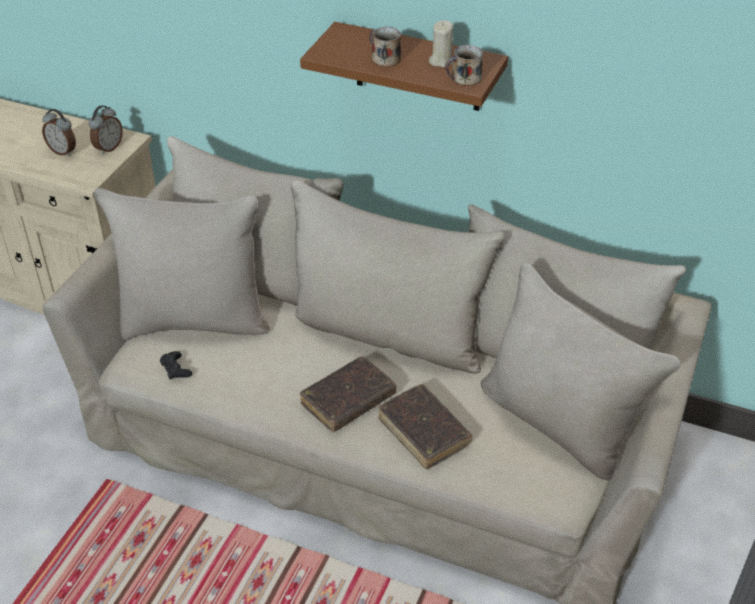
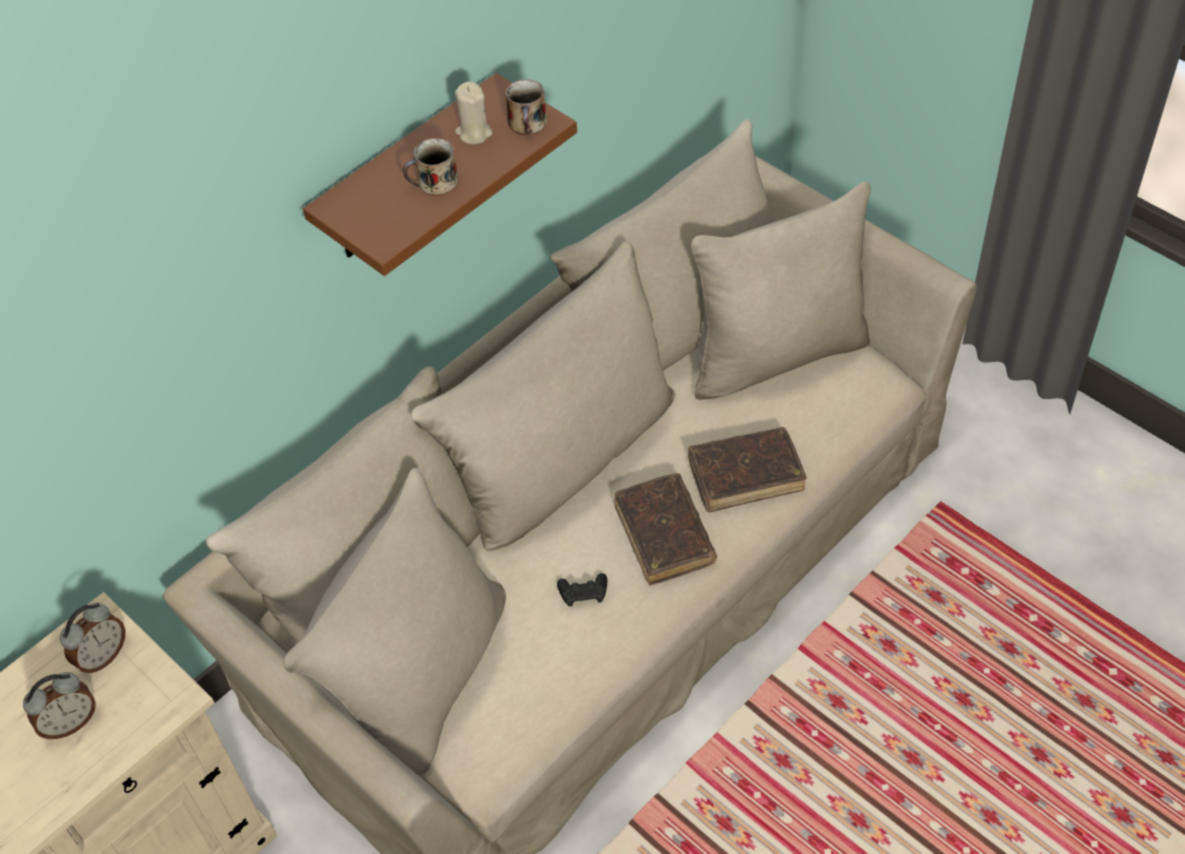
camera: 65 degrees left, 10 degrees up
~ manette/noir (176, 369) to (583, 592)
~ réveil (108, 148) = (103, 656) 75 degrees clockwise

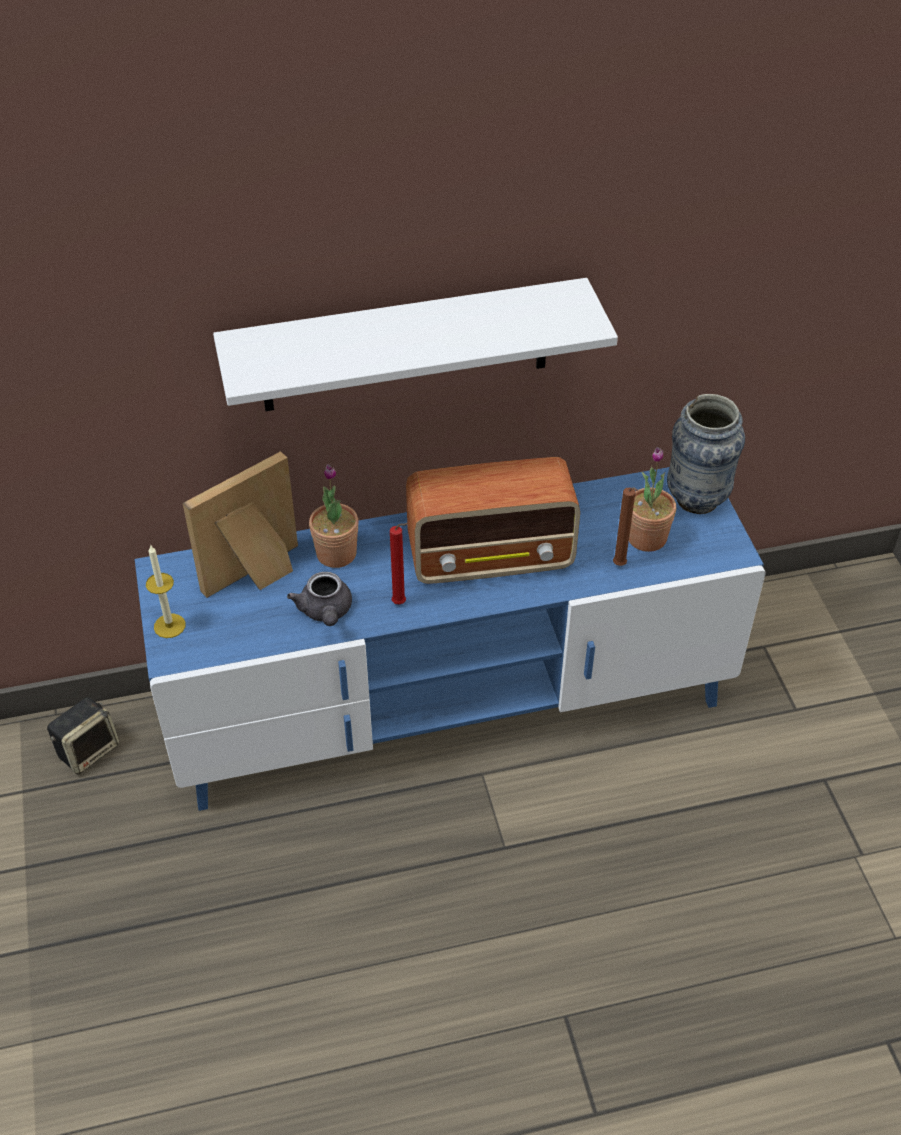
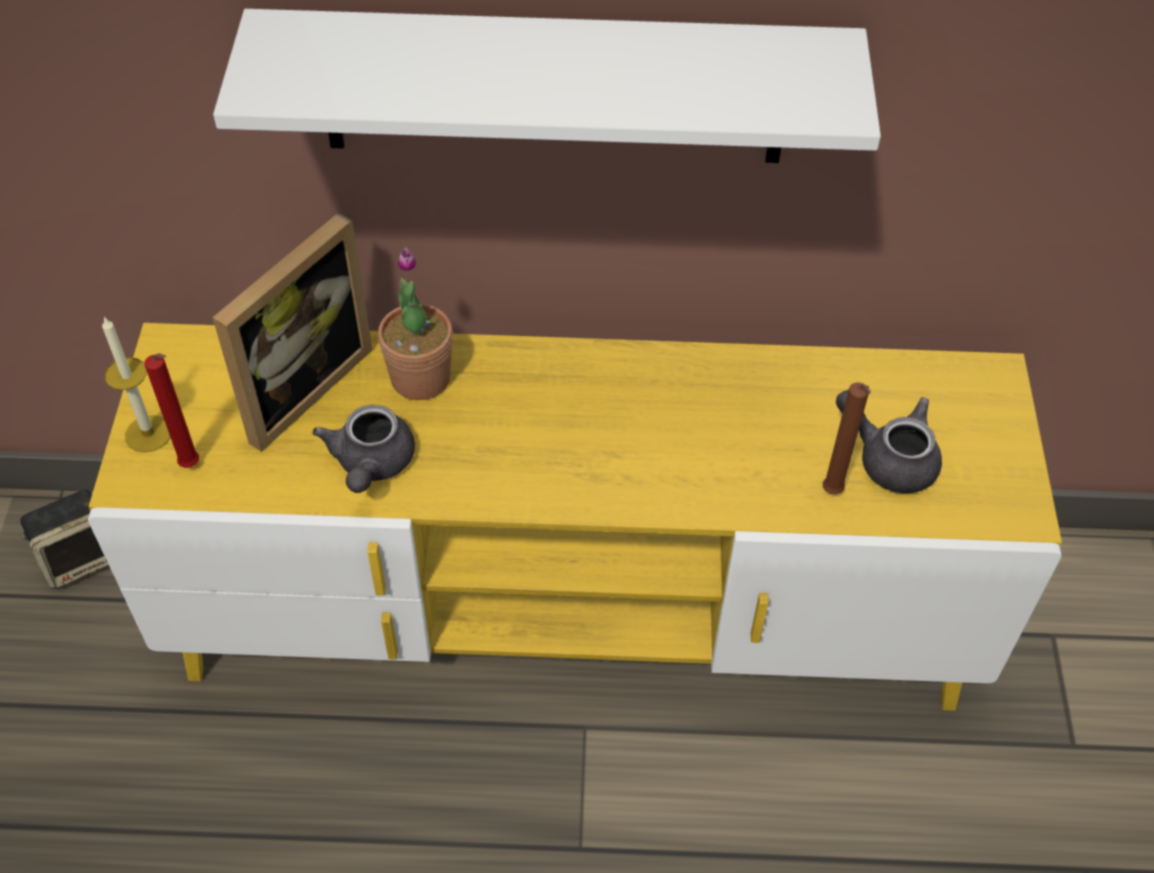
camera: 15 degrees right, 5 degrees up
- radio (492, 557)
- vase (696, 499)
~ bougie/rouge (401, 603) to (193, 466)
~ plante en pot (646, 538) to théière/gris (888, 457)
~ meuble télé/bleu (450, 705) to meuble télé/jaune (574, 613)
~ cadre photo (257, 576) = (297, 386) 150 degrees clockwise

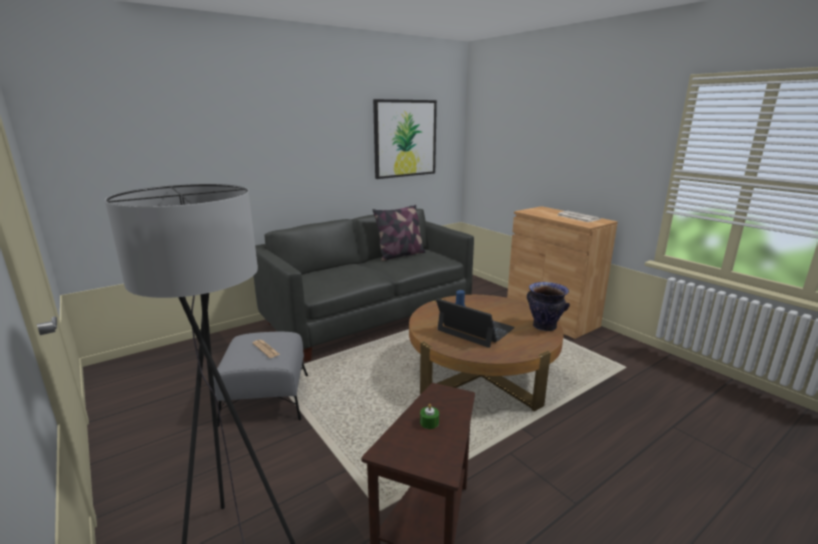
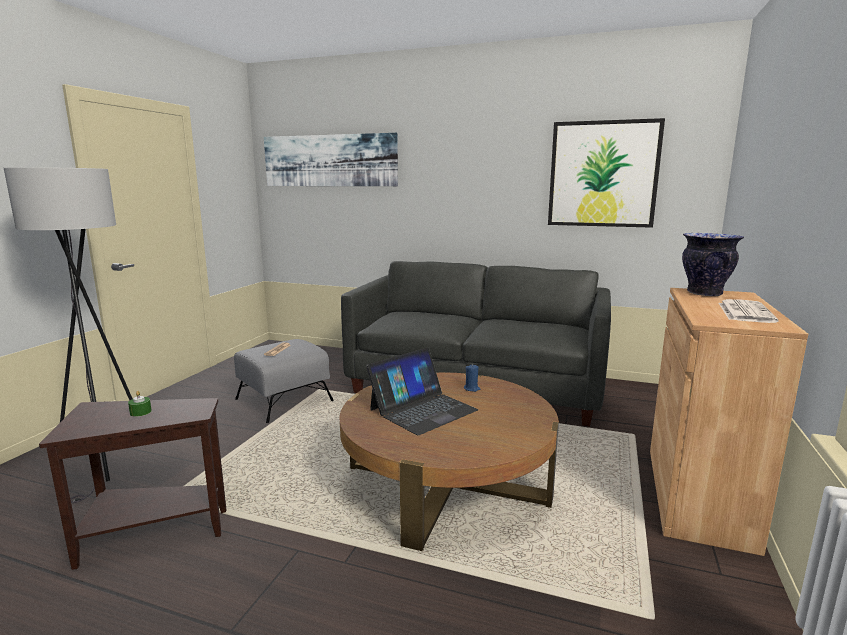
camera: 55 degrees right, 5 degrees down
- coussin (400, 255)
+ tableau (329, 160)
~ vase (544, 326) to (705, 293)
~ ordinateur portable (475, 329) = (423, 409) 45 degrees clockwise

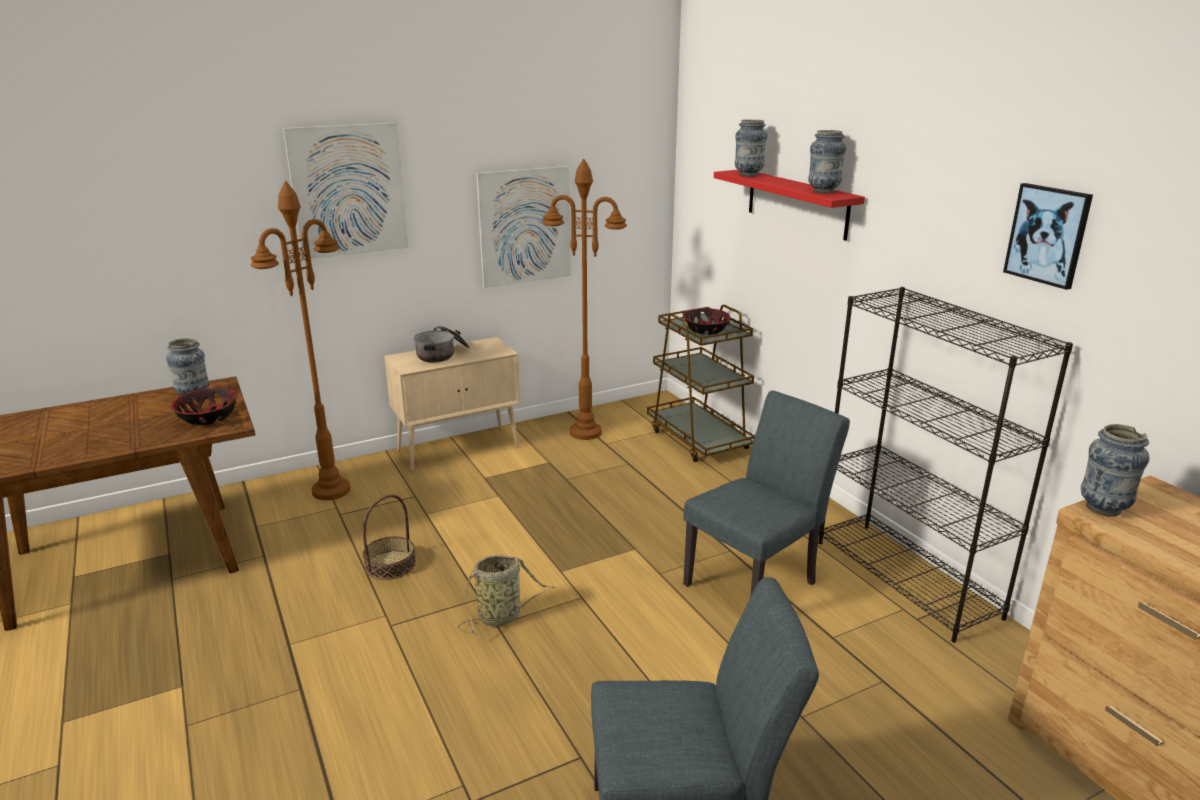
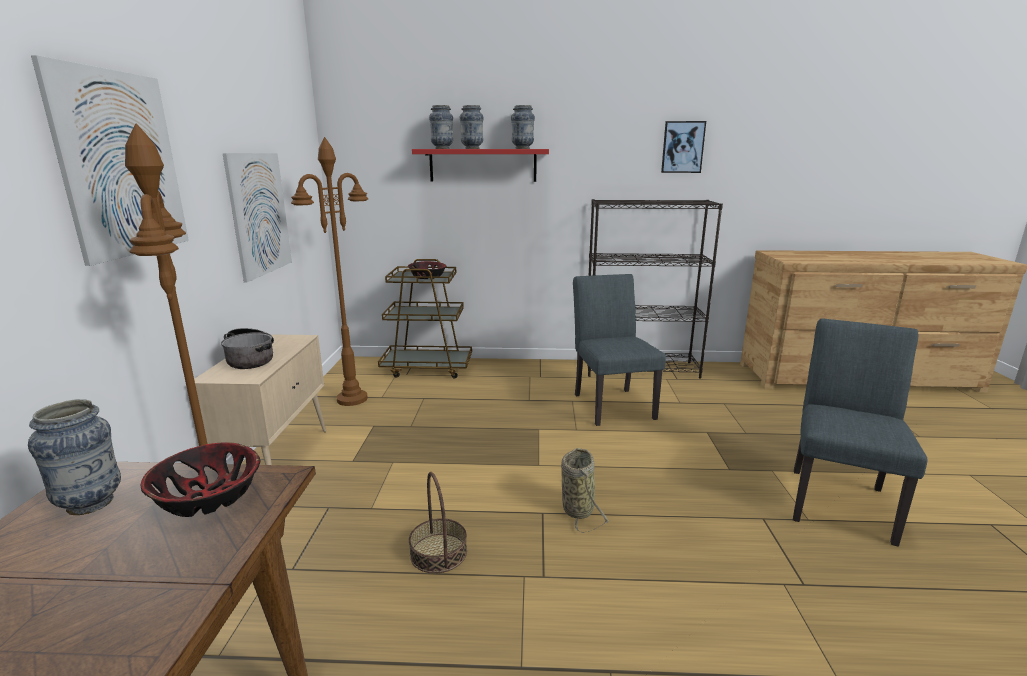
camera: 60 degrees left, 5 degrees down
~ vase (1103, 508) to (472, 148)

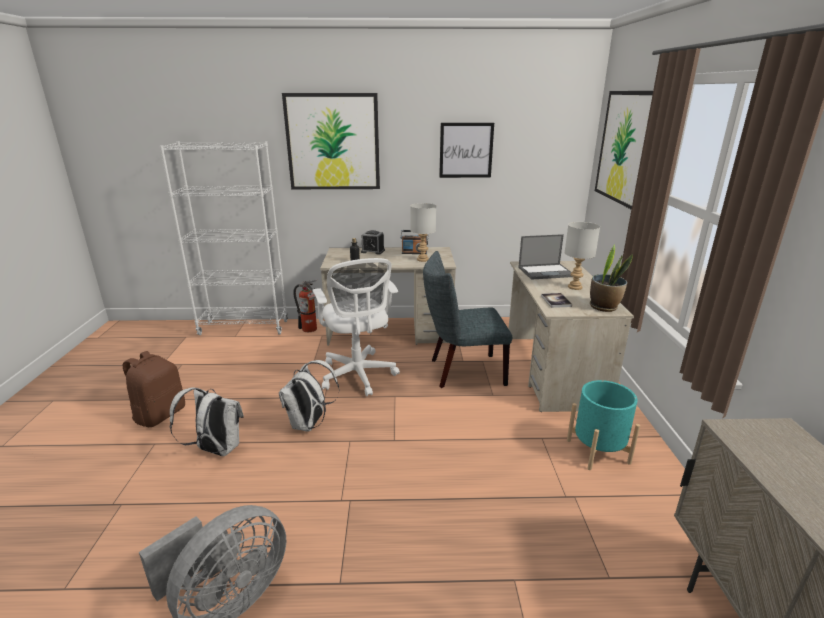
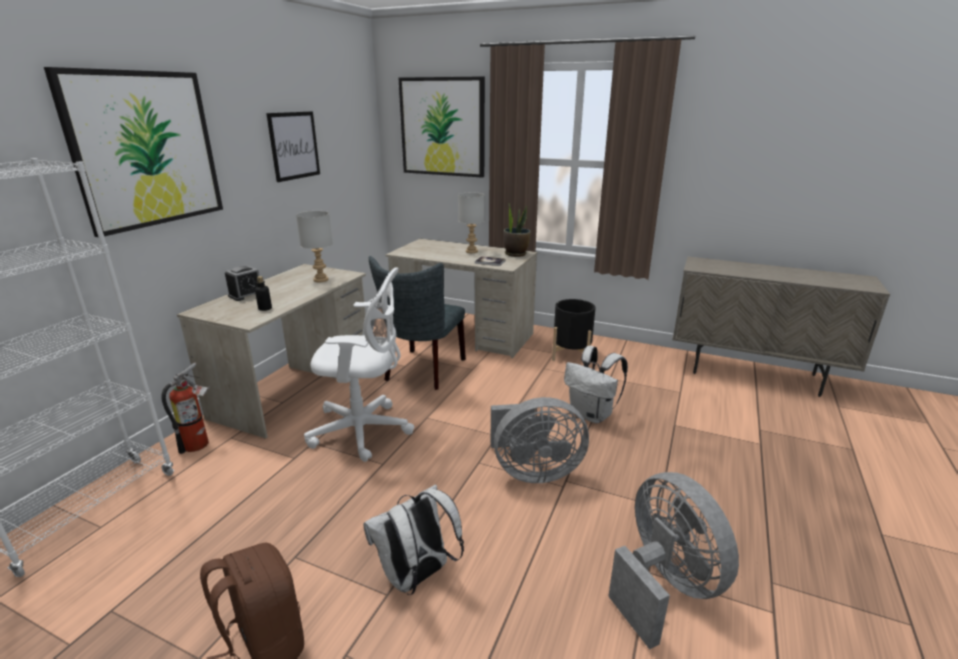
camera: 65 degrees left, 0 degrees up
- radio (414, 253)
- ordinateur portable (546, 272)
+ ventilateur/gris (533, 471)
~ sac à dos/blanc (309, 424) to (592, 415)
~ cache-pot/turquoise (598, 451) to cache-pot/noir (571, 354)

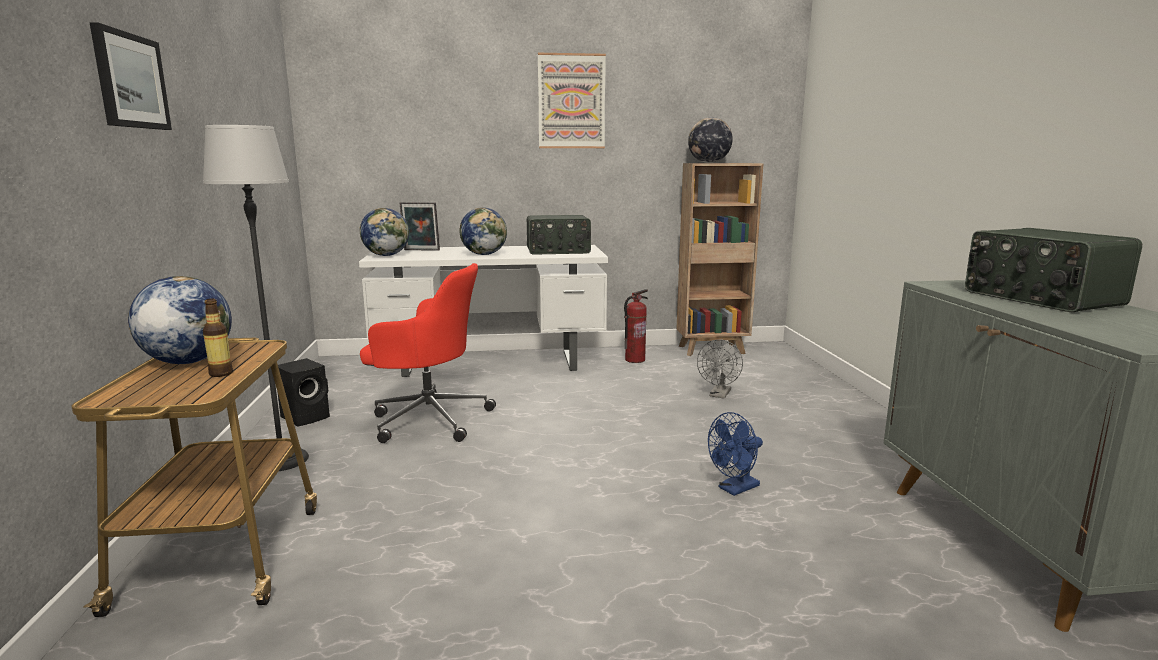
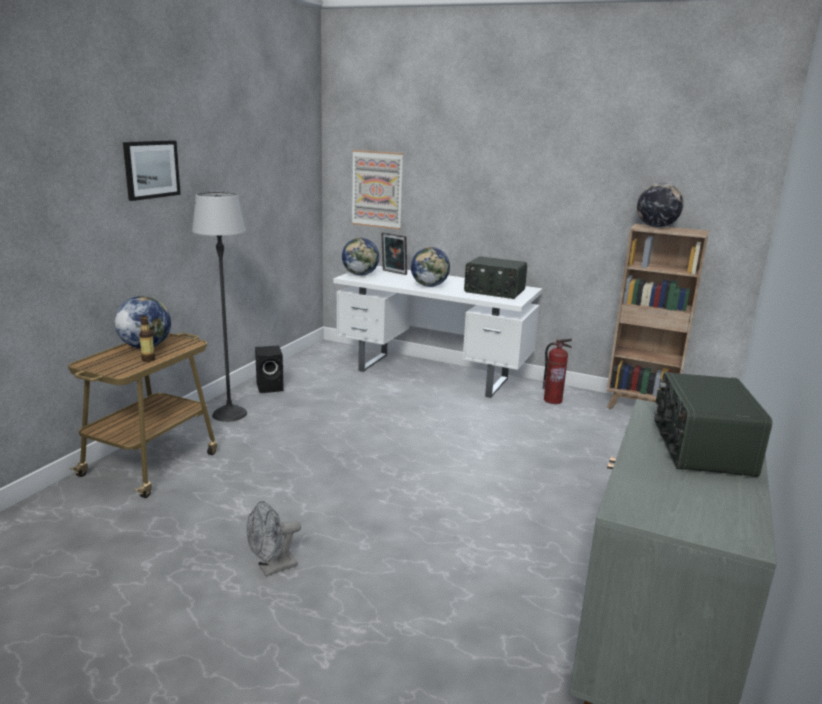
camera: 30 degrees right, 5 degrees up
- chaise de bureau/rouge (428, 419)
- ventilateur/bleu (734, 489)
~ tableau (571, 101) to (377, 189)
~ ventilateur/gris (719, 395) to (272, 568)

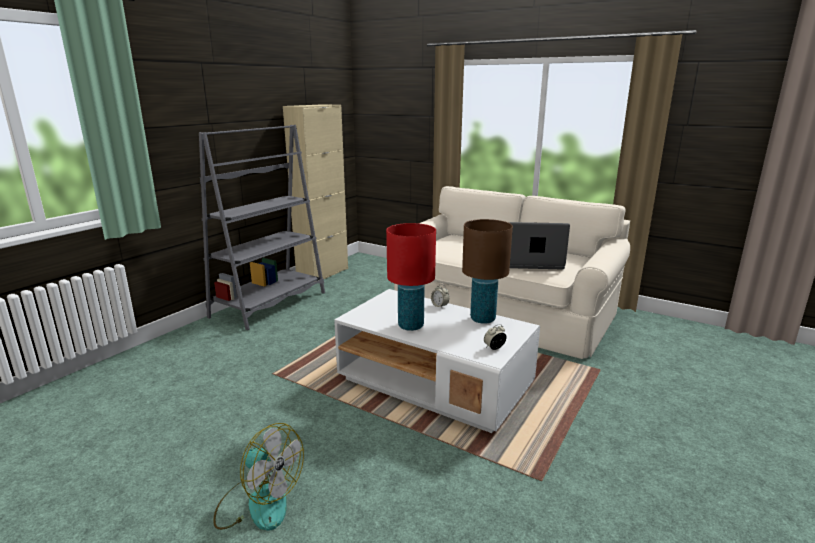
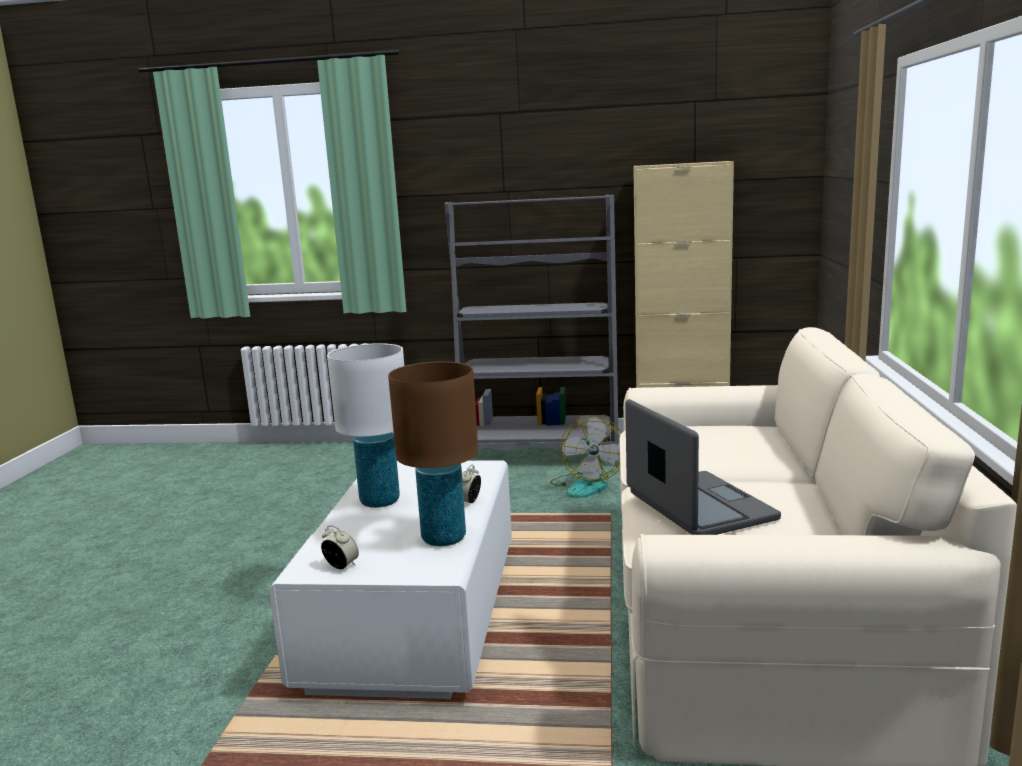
camera: 65 degrees right, 5 degrees down
~ ventilateur (259, 503) to (586, 485)
~ lampe de table/rouge (410, 326) to lampe de table/blanc (379, 501)

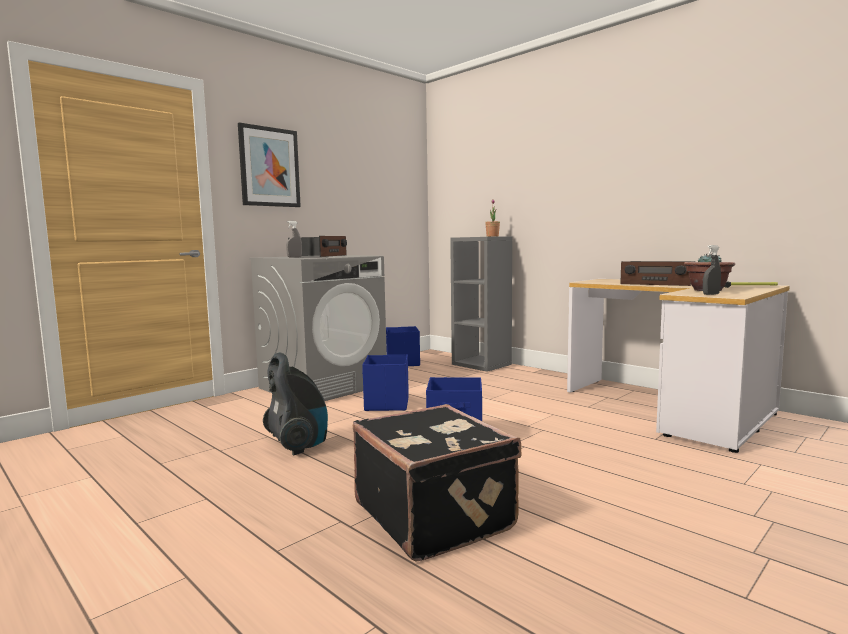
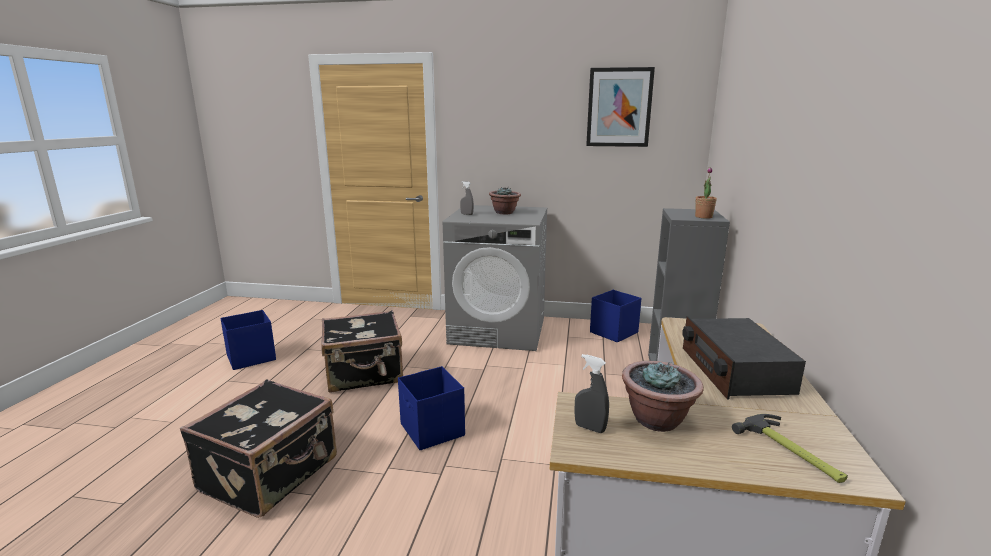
camera: 55 degrees right, 10 degrees up
~ tableau (269, 167) to (619, 107)
~ boîte de rangement/bleu (386, 404) to (250, 358)
~ aspirateur (298, 445) to valise/noir (365, 374)
~ radio (319, 256) to plante en pot (504, 213)

